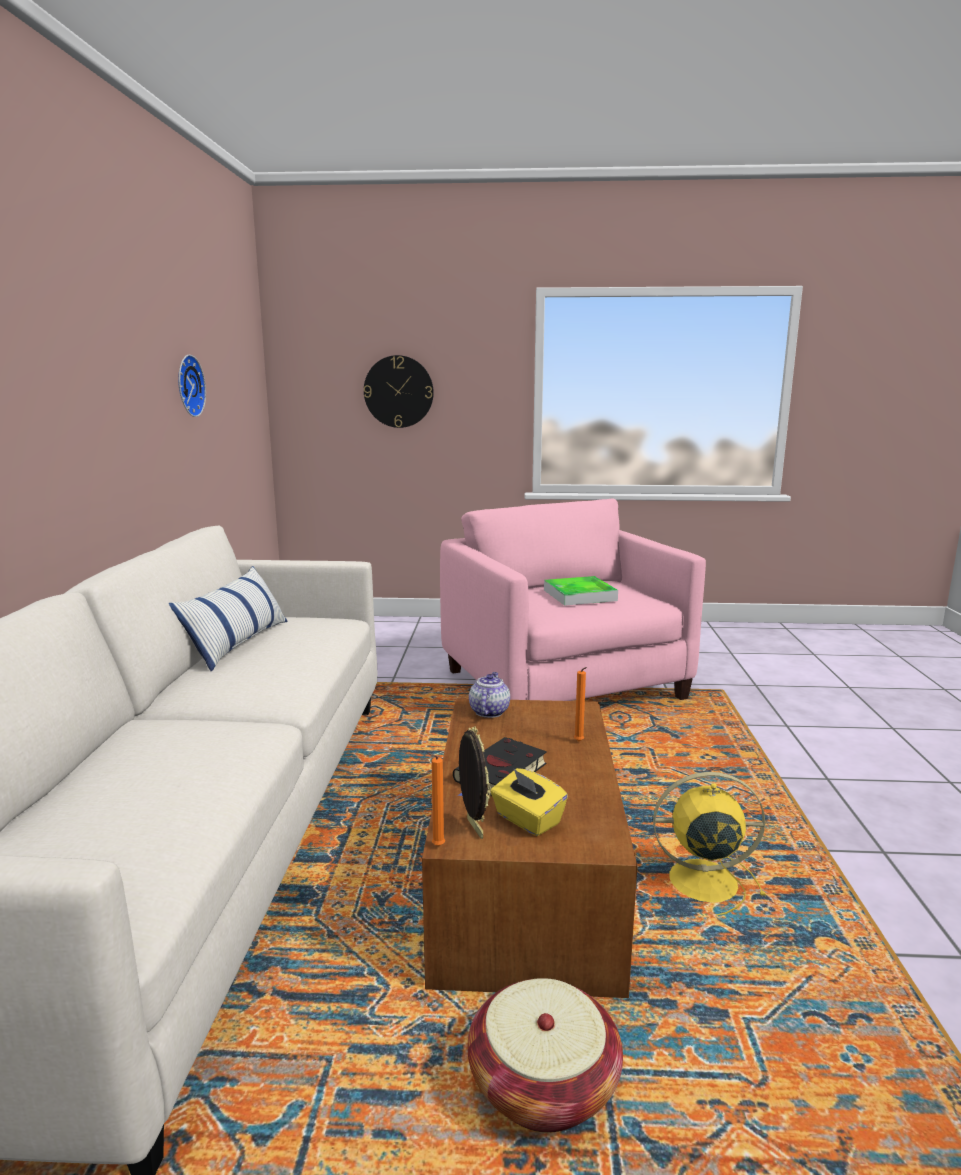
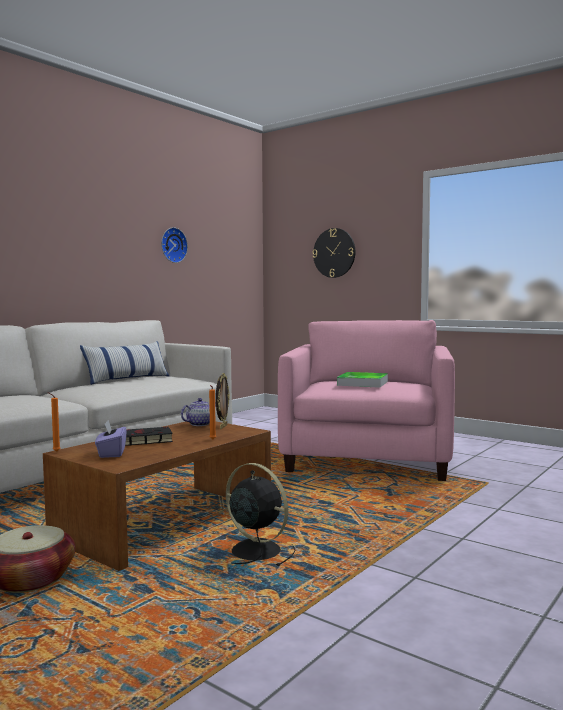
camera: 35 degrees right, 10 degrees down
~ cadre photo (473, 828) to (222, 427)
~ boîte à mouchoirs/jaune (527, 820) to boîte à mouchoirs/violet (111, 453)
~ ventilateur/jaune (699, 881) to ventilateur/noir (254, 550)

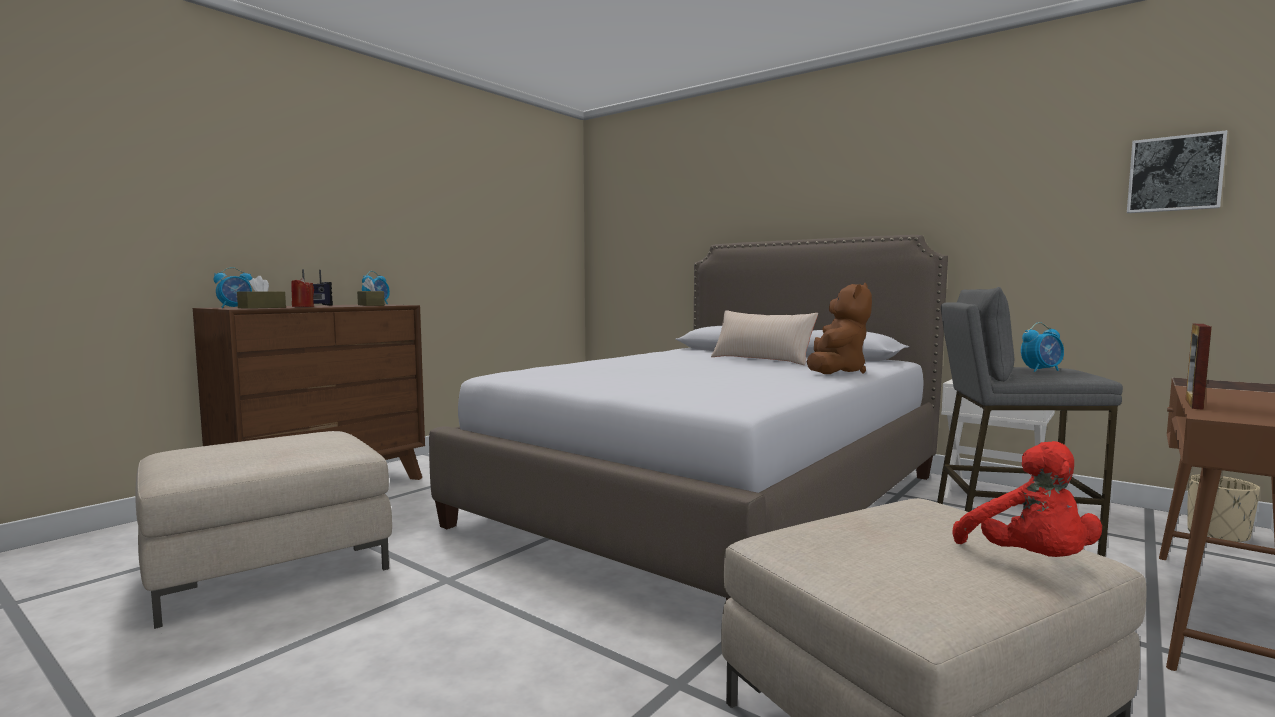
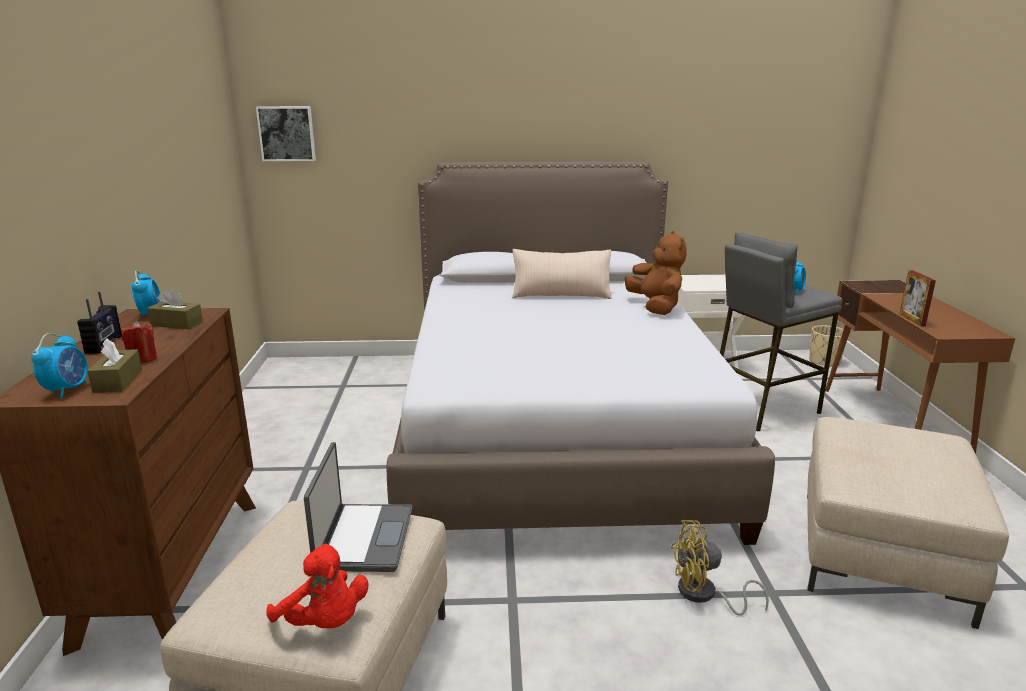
camera: 40 degrees left, 15 degrees up
+ ordinateur portable (363, 538)
+ ventilateur/jaune (704, 595)
~ peluche/rouge (1030, 562) to (324, 623)
~ tableau (1174, 174) to (287, 133)

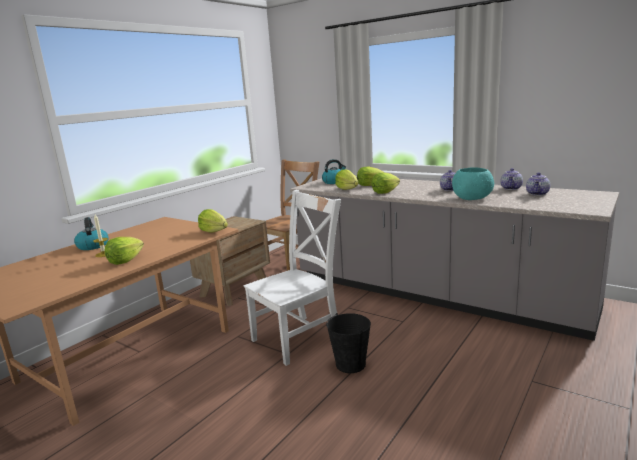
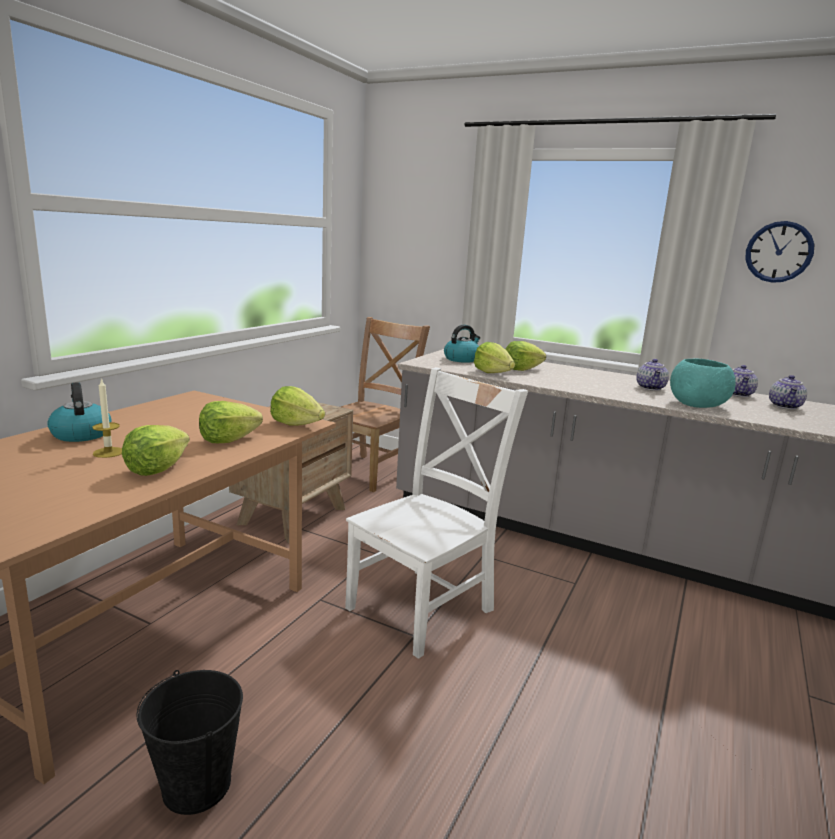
camera: 10 degrees left, 0 degrees up
+ horloge murale (779, 252)
~ seau/noir (350, 364) to (197, 784)
~ laitue (385, 192) to (228, 440)

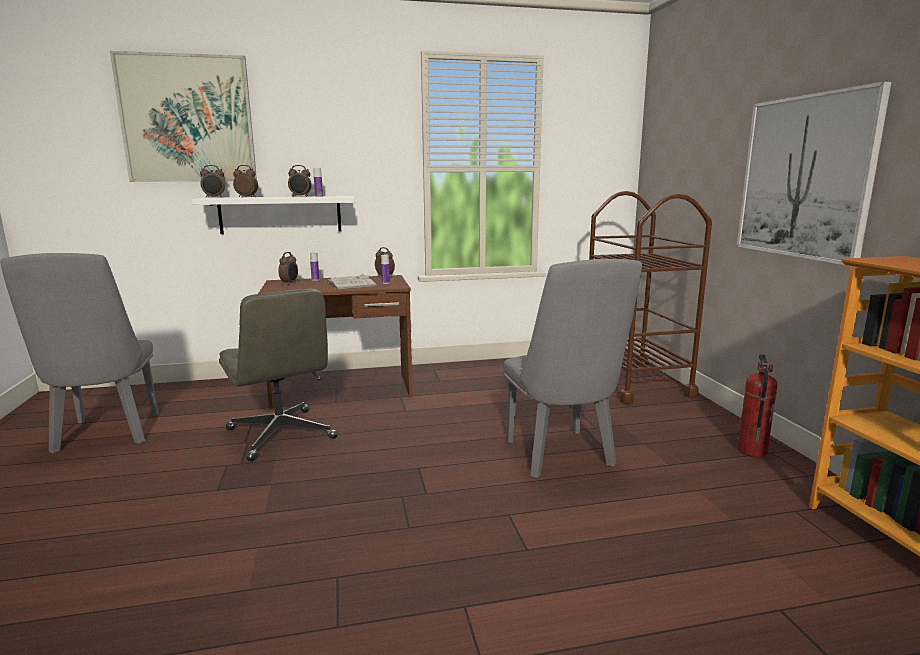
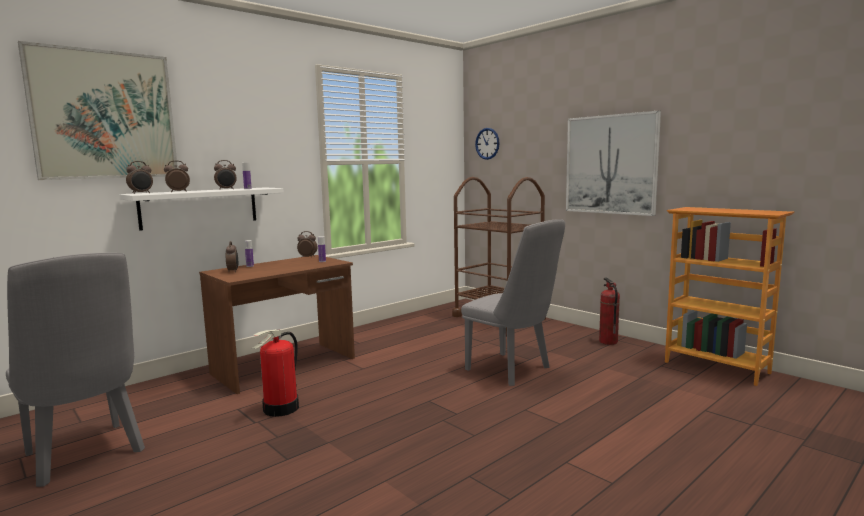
camera: 30 degrees left, 5 degrees down
- livre/blanc (350, 284)
+ horloge murale (487, 143)
~ chaise de bureau/gris (281, 434) to extincteur (281, 408)

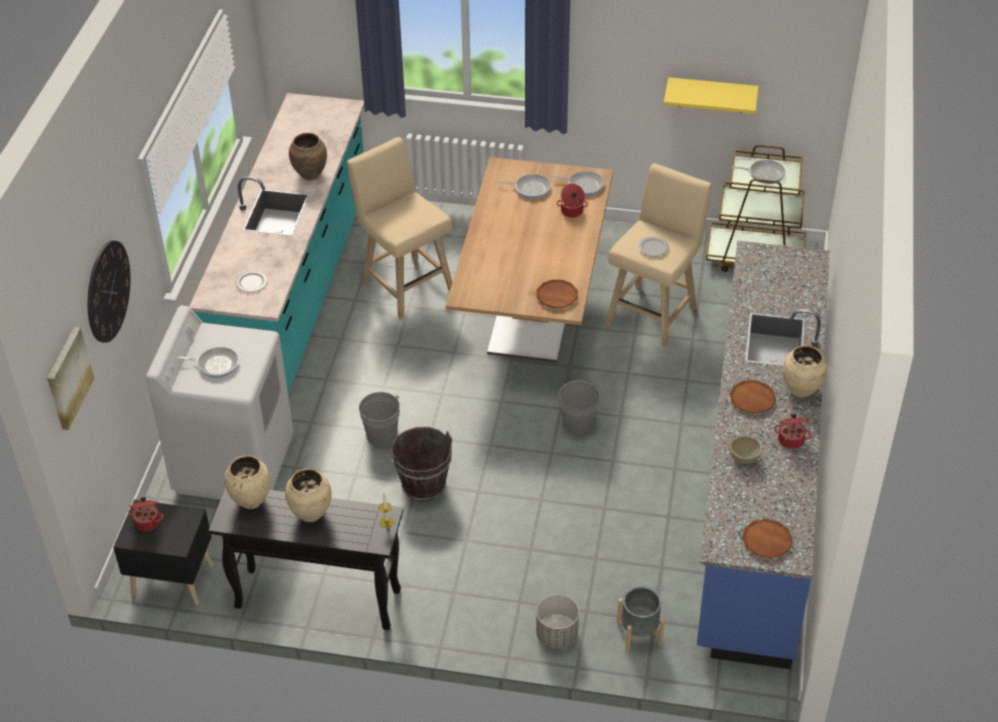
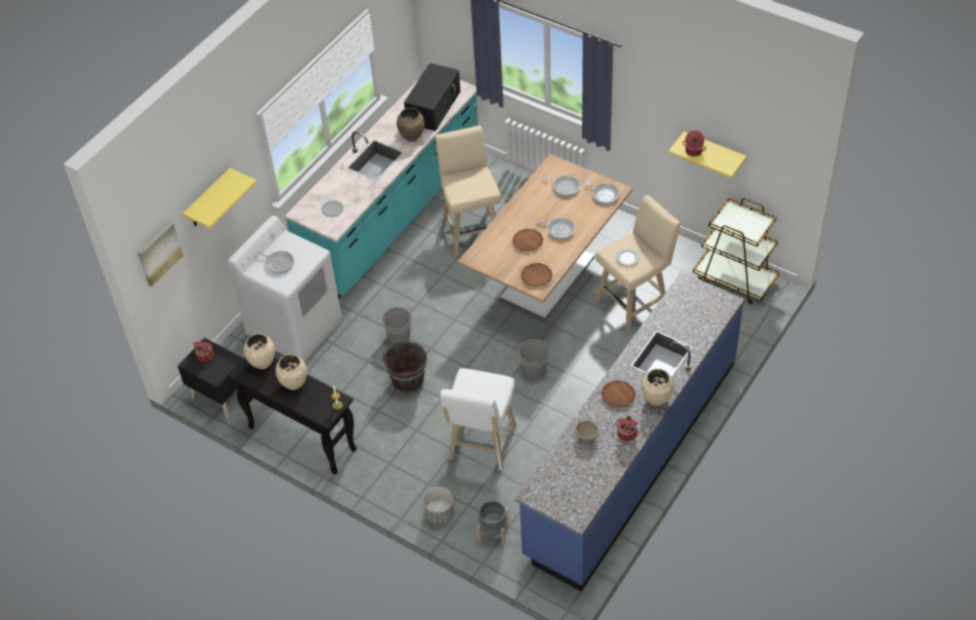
camera: 25 degrees right, 5 degrees up
+ micro-ondes/noir (433, 106)
+ tabouret/blanc (481, 445)
~ marmite (571, 211) to (693, 151)
~ poêle (764, 174) to (559, 229)
~ assiette/marron (767, 541) to (528, 242)
~ horloge murale (108, 291) to étagère/jaune (209, 200)

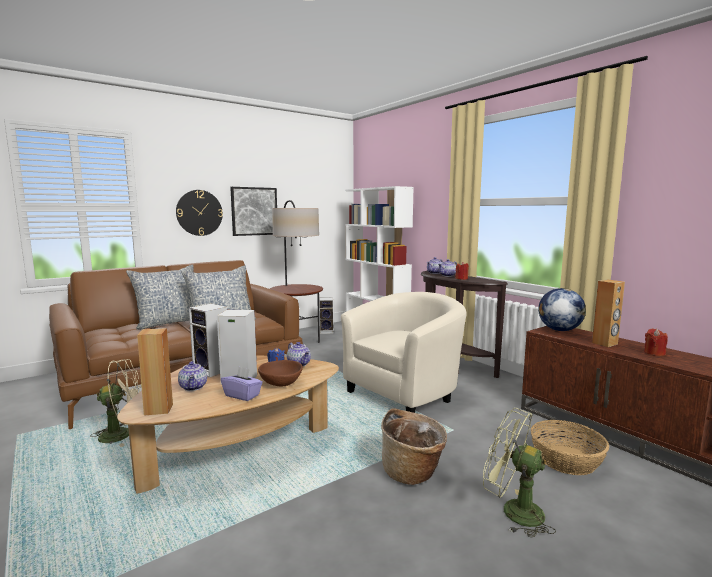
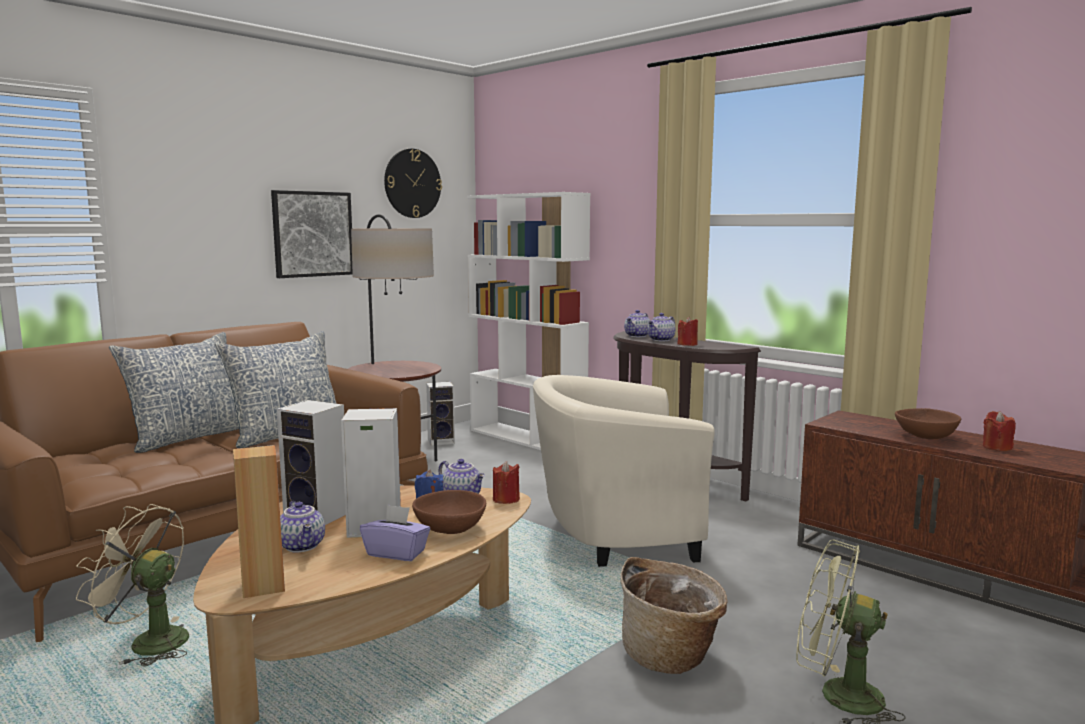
camera: 10 degrees left, 0 degrees up
- panier (567, 460)
- globe (559, 330)
+ bougie/rouge (506, 499)
~ horloge murale (199, 213) to (412, 183)
~ enceinte/marron (605, 343) to bol/marron (924, 437)
~ ventilateur/beige (123, 434) = (148, 642) 135 degrees counterclockwise
~ fauteuil/beige (405, 393) = (613, 535) 135 degrees counterclockwise

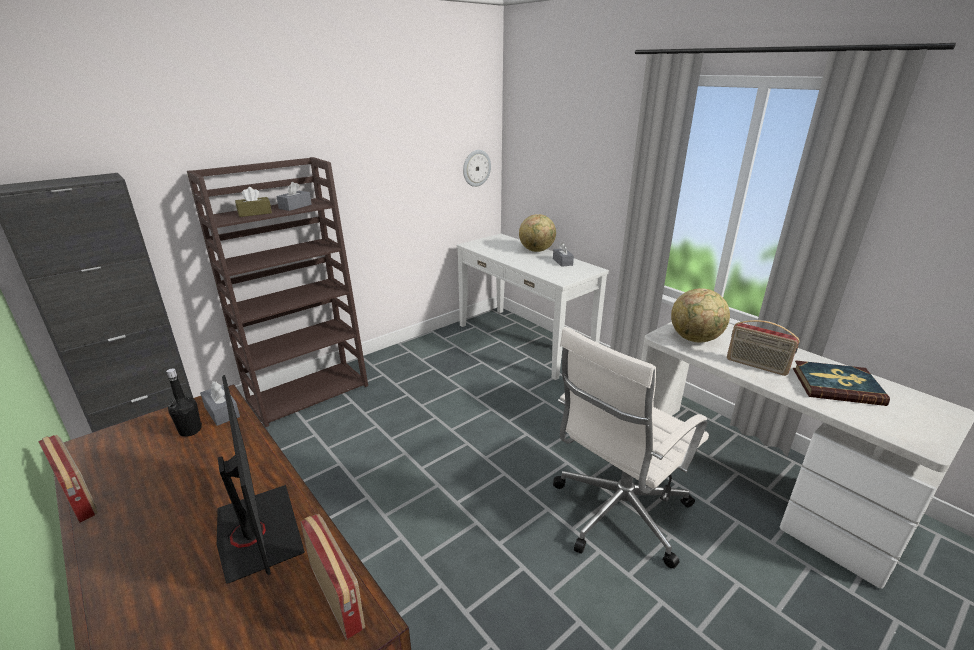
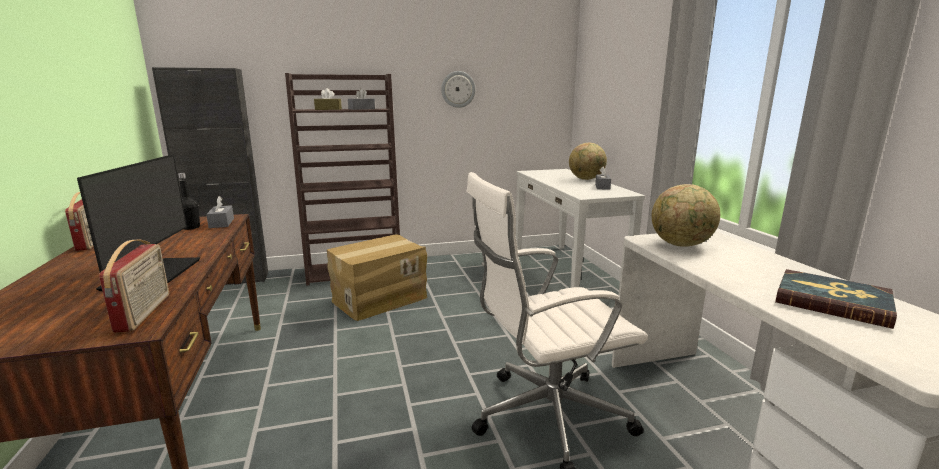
camera: 25 degrees right, 10 degrees down
- radio (756, 366)
+ carton (379, 299)
~ horloge murale (476, 168) to (458, 89)

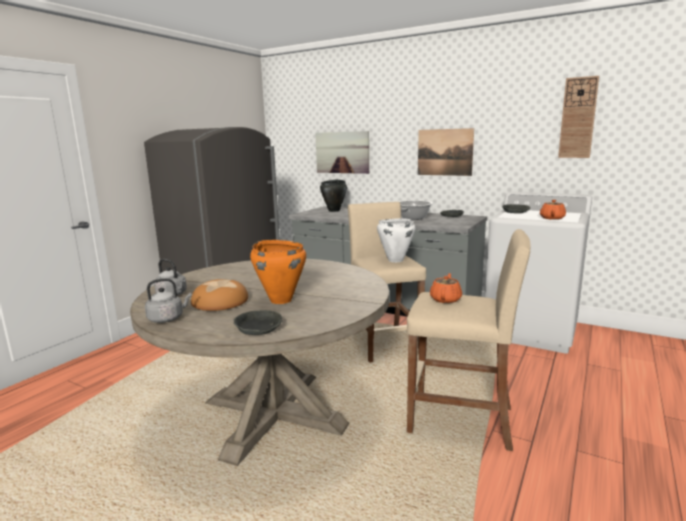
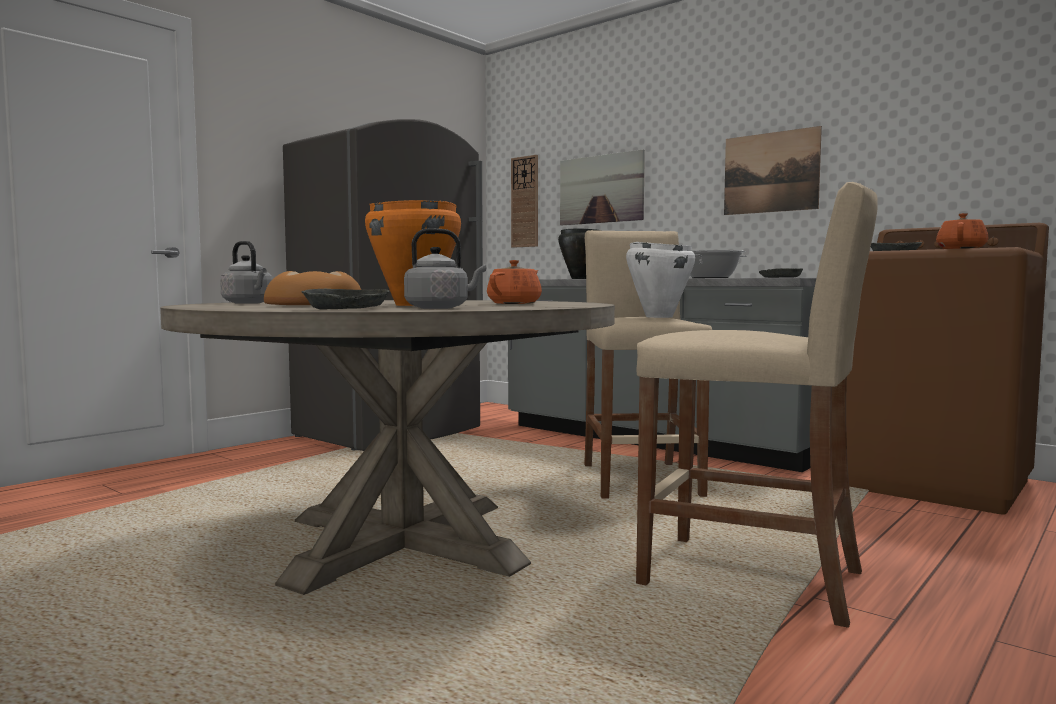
camera: 10 degrees right, 10 degrees down
~ bouilloire/gris (168, 318) to (440, 308)
~ théière/orange (445, 299) to (515, 303)
~ horloge murale (578, 118) to (525, 202)
~ lave-linge/blanc (531, 330) to lave-linge/marron (933, 483)

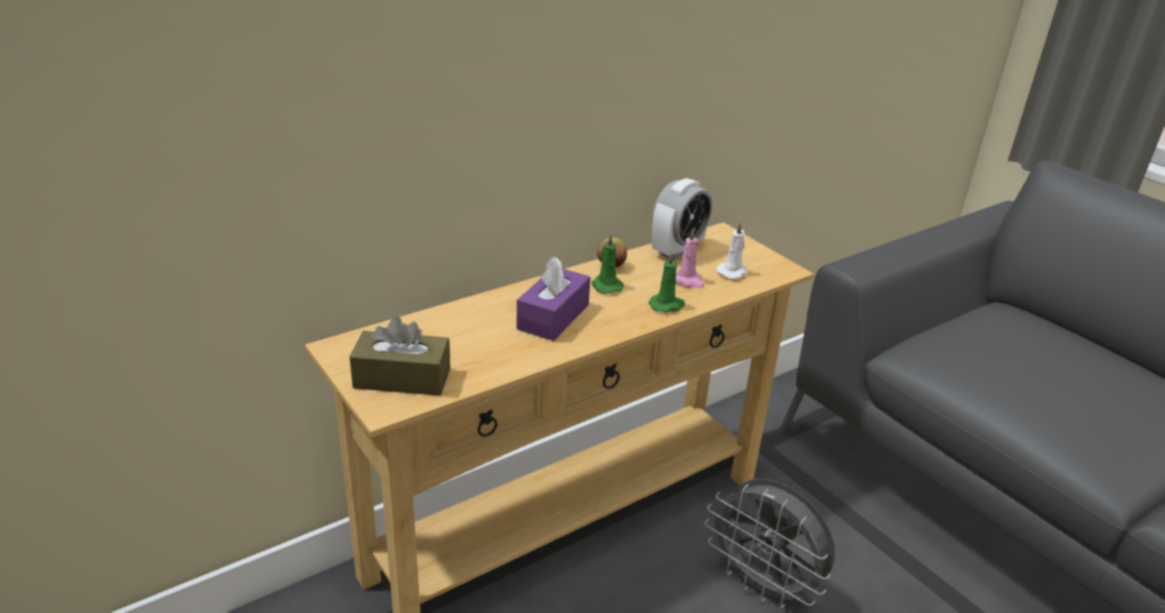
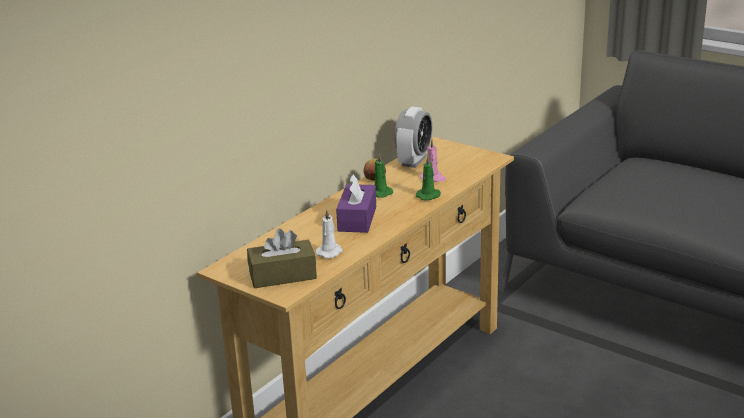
camera: 15 degrees left, 5 degrees down
- ventilateur/gris (763, 586)
~ bougie/blanc (733, 272) to (330, 252)

